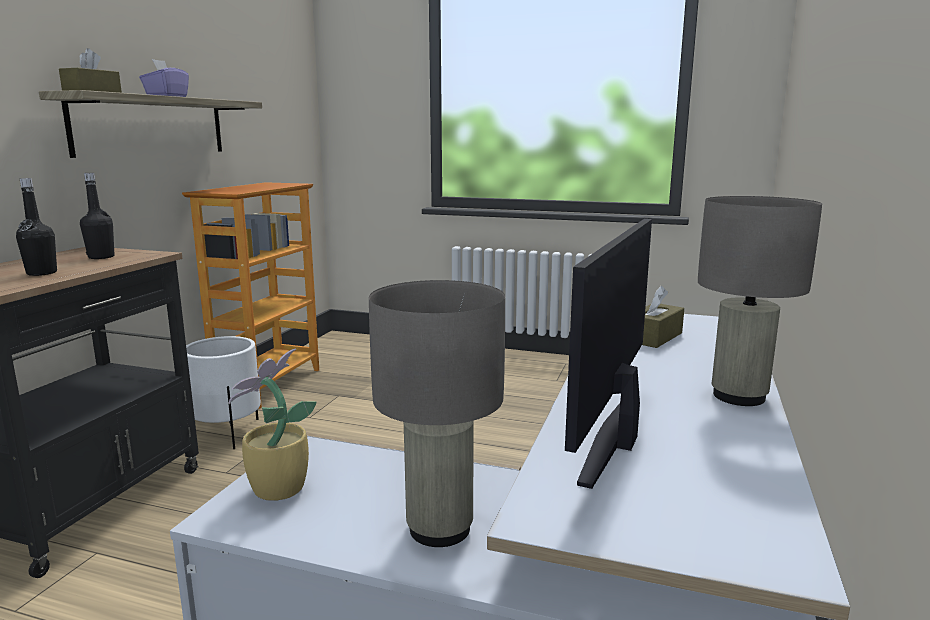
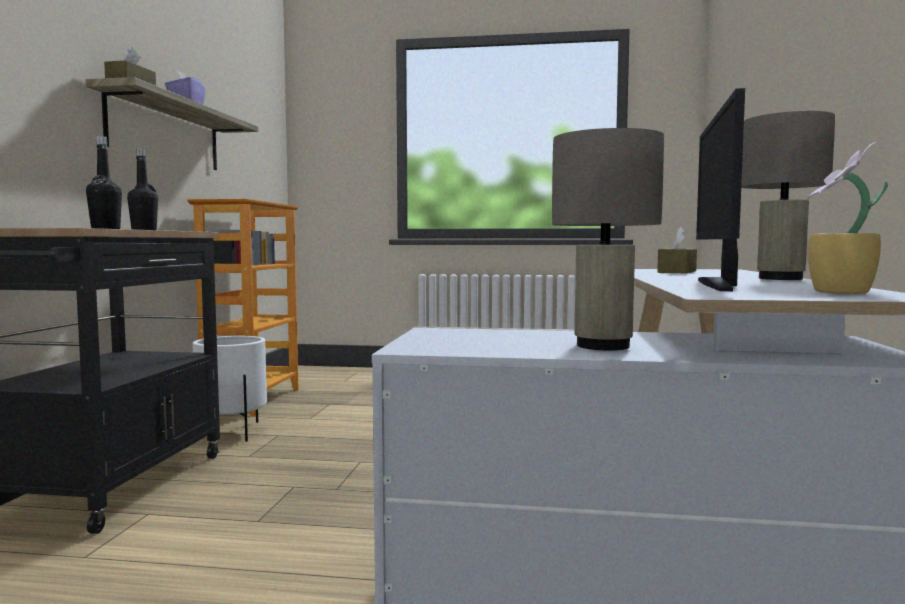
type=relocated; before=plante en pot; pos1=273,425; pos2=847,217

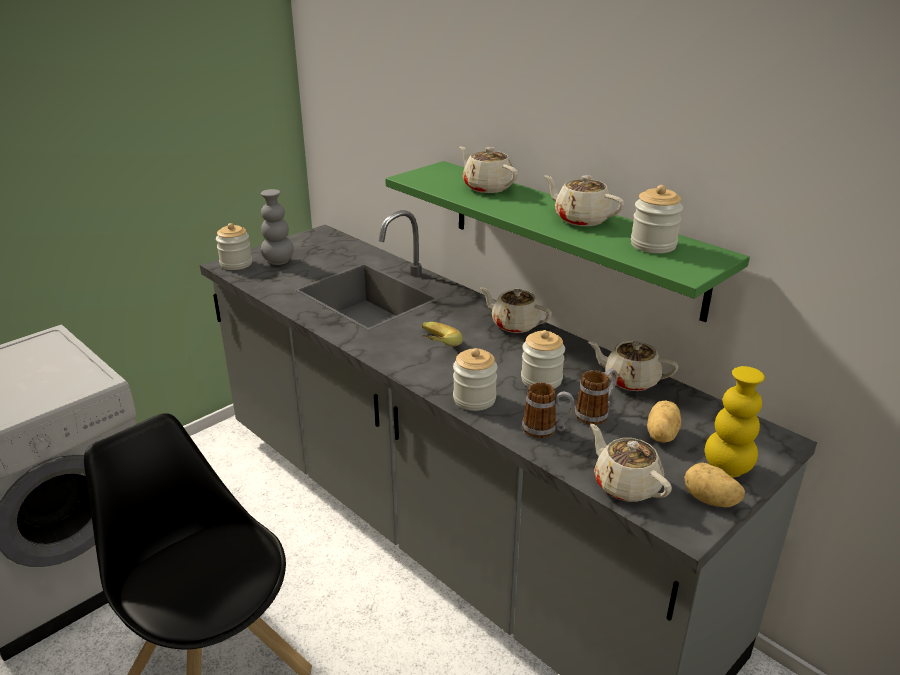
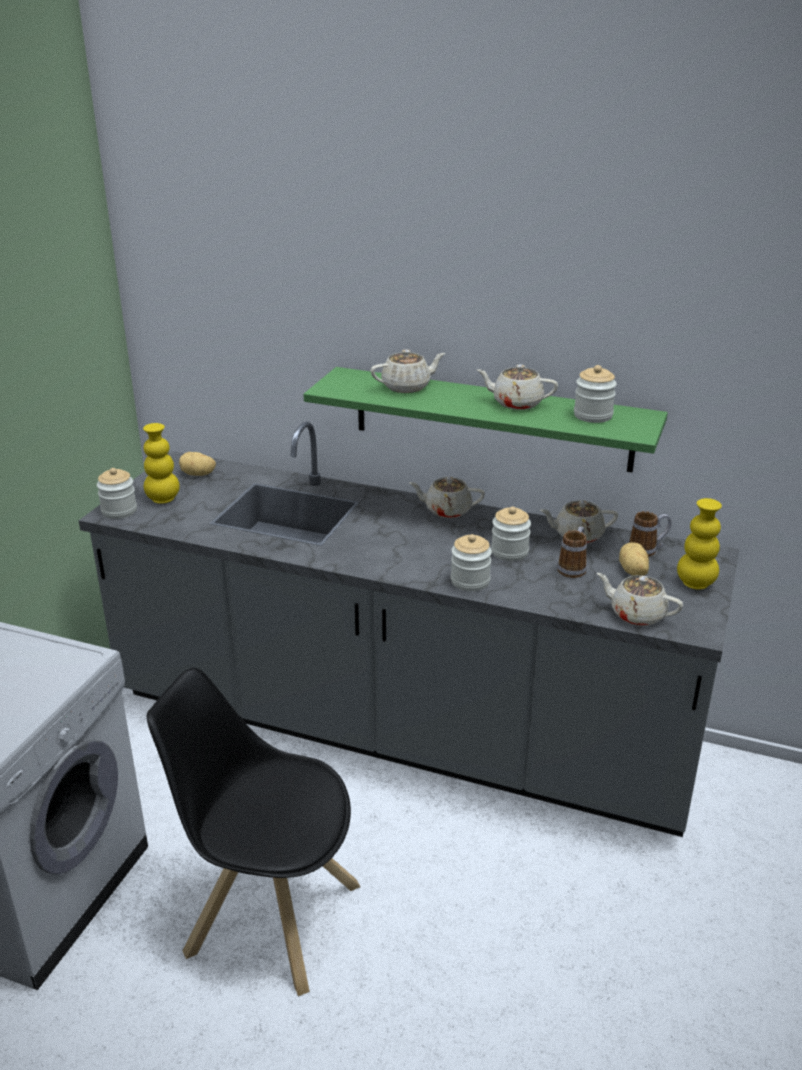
type=colour; before=vase [gris]; after=vase [jaune]; pos1=277,227; pos2=161,463
type=missing; before=banane; pos1=442,334
type=spun; before=théière [beige]; pos1=488,169; pos2=407,371; turn=135
type=relocated; before=mug; pos1=548,410; pos2=650,534
type=relocated; before=pomme de terre; pos1=714,485; pos2=197,464

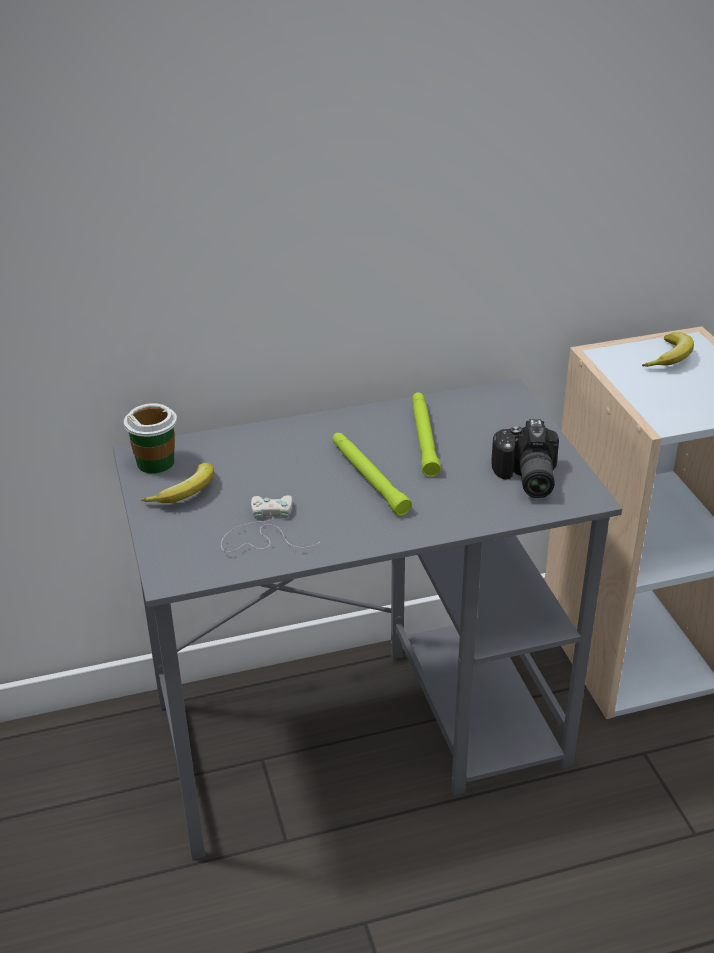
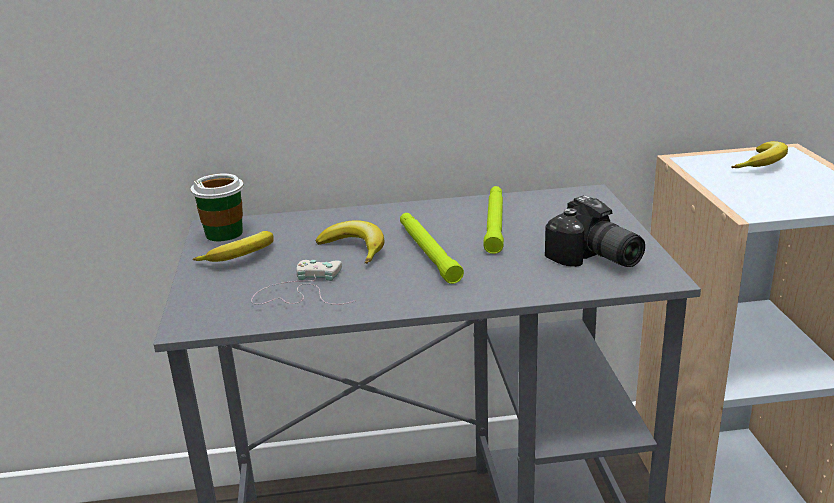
type=spun; before=appareil photo; pos1=525,458; pos2=595,231; turn=-45
type=appeared; after=banane; pos2=350,242

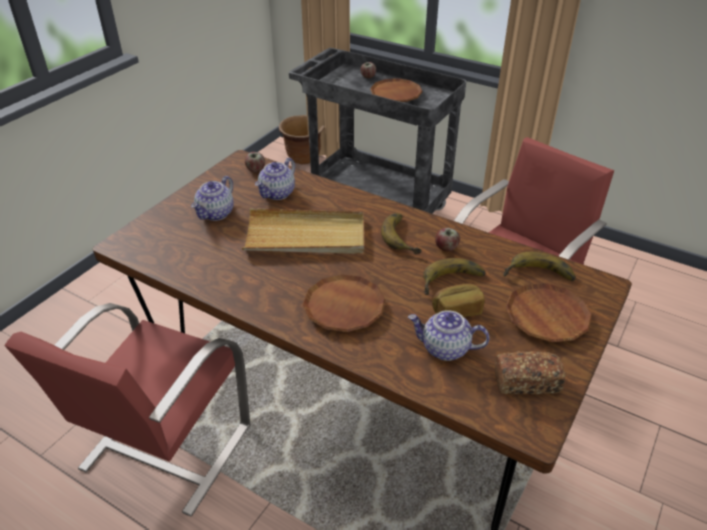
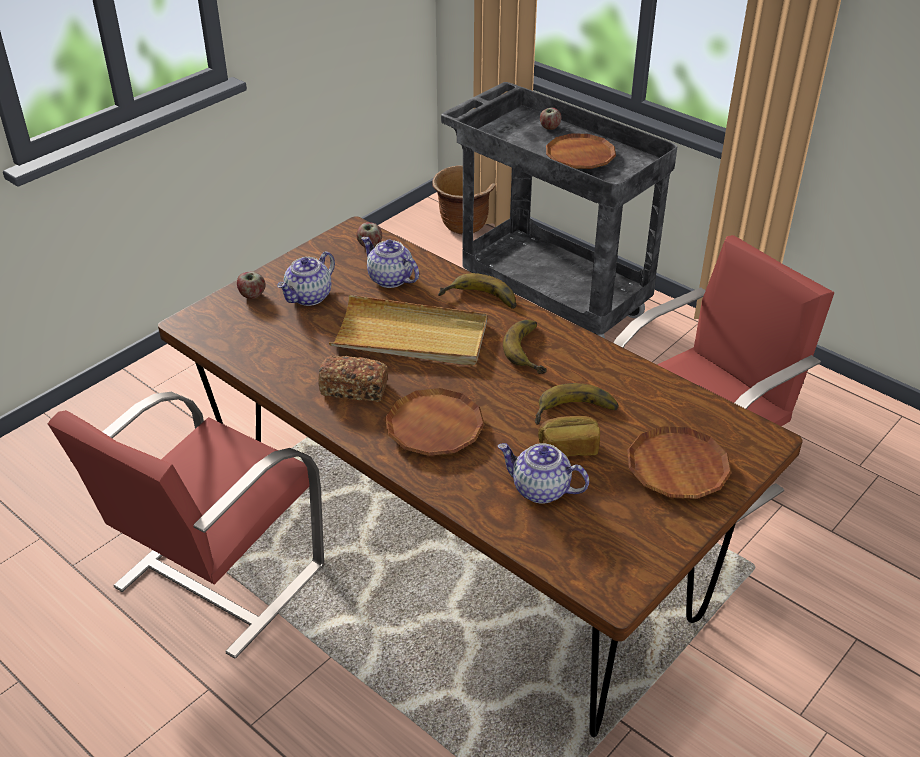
type=spun; before=théière; pos1=275,179; pos2=390,262; turn=90
type=relocated; before=pomme; pos1=447,239; pos2=251,285
type=relocated; before=pain; pos1=530,372; pos2=353,379
type=relocated; before=banane; pos1=539,266; pos2=477,291

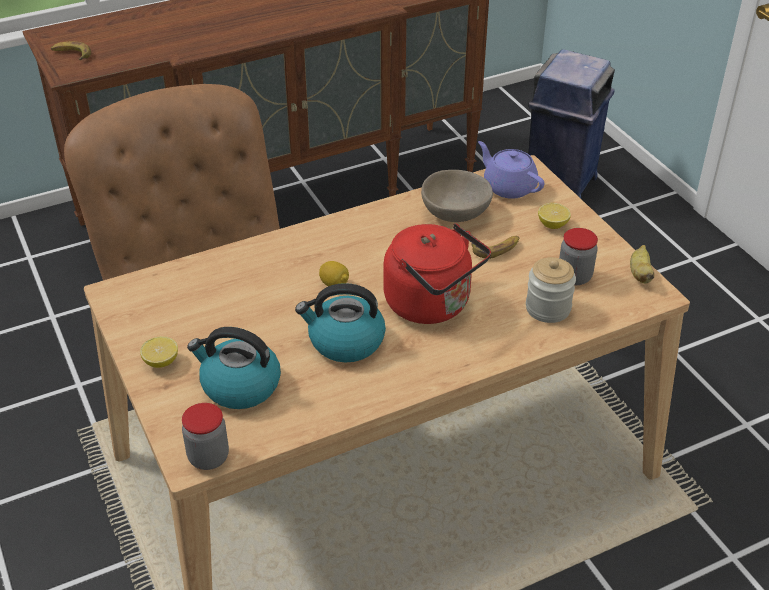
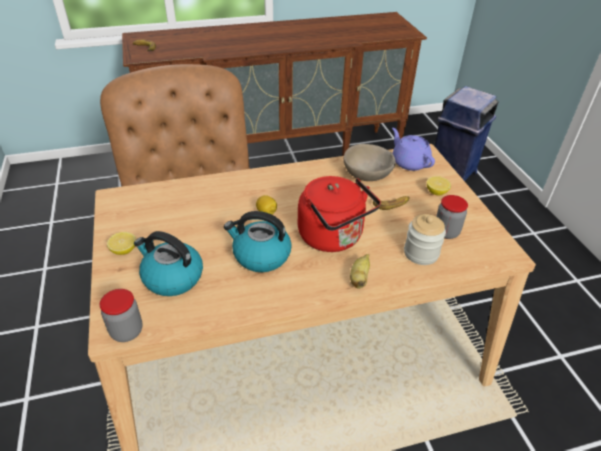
type=relocated; before=banane; pos1=642,264; pos2=360,271

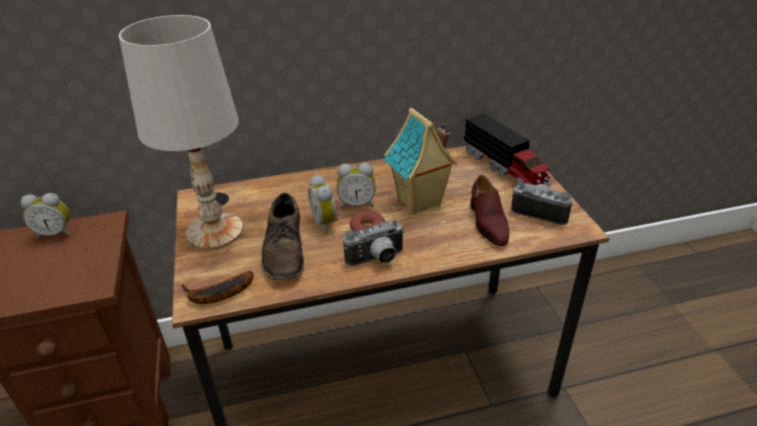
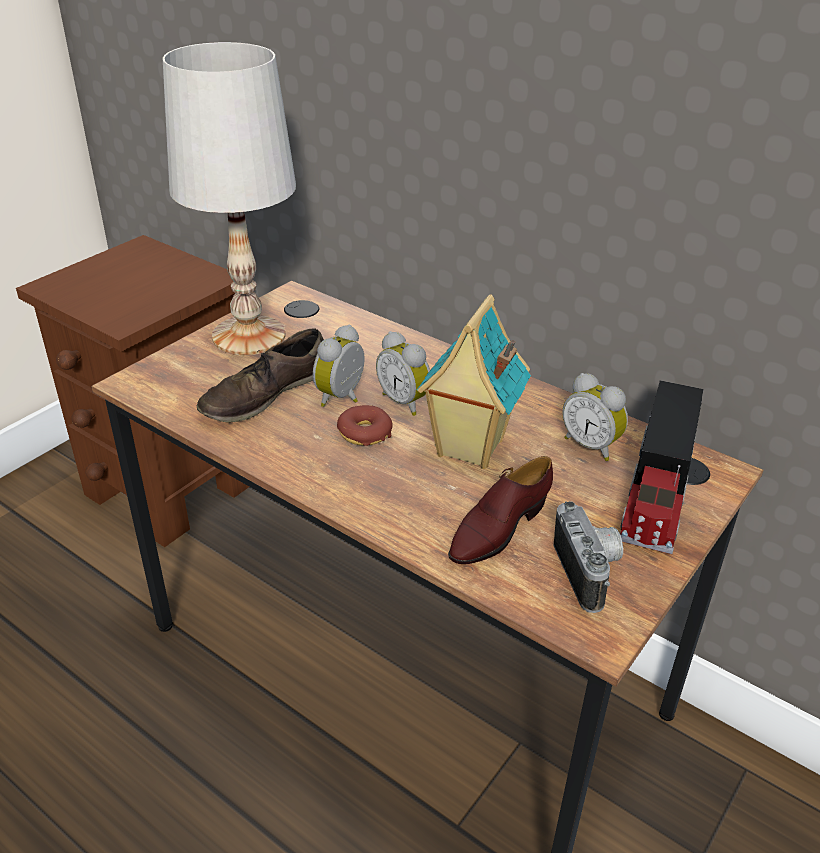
type=relocated; before=réveil; pos1=46,216; pos2=595,417
type=missing; before=banane; pos1=218,287
type=missing; before=appareil photo; pos1=374,243

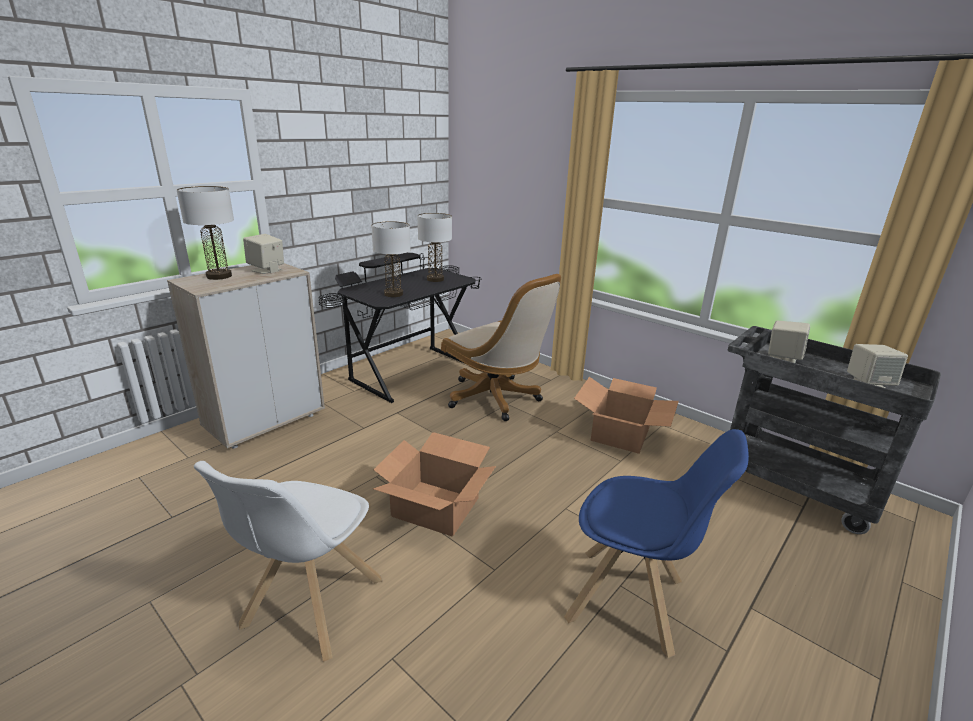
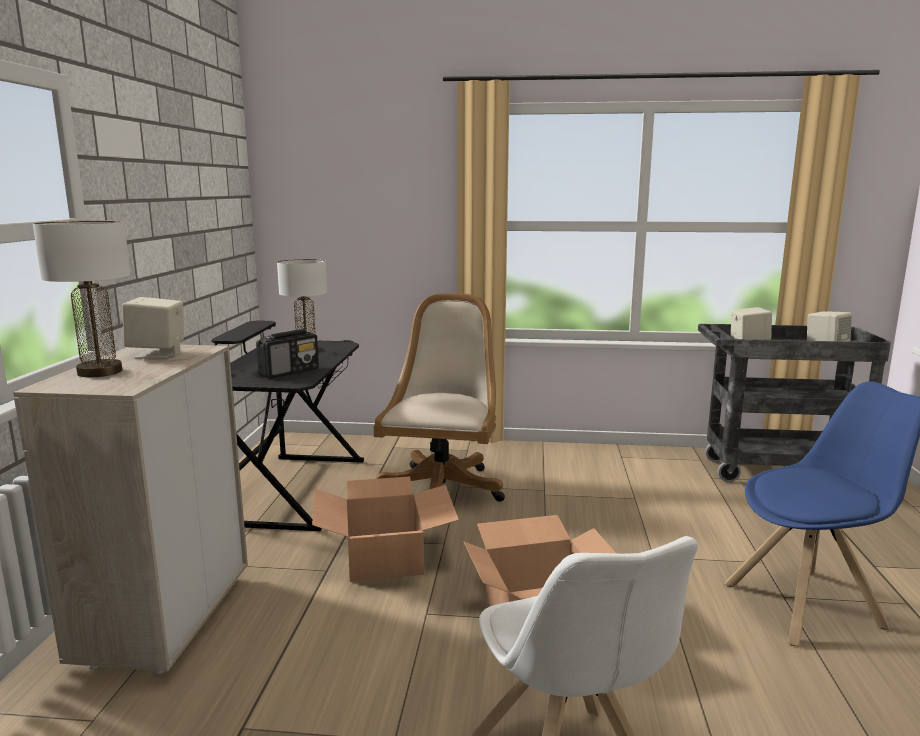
type=exchanged; before=lampe de table; after=radio; pos1=390,259; pos2=287,354
type=spun; before=chaise de bureau; pos1=501,347; pos2=439,397; turn=-90
type=relocated; before=carton; pos1=626,415; pos2=385,529

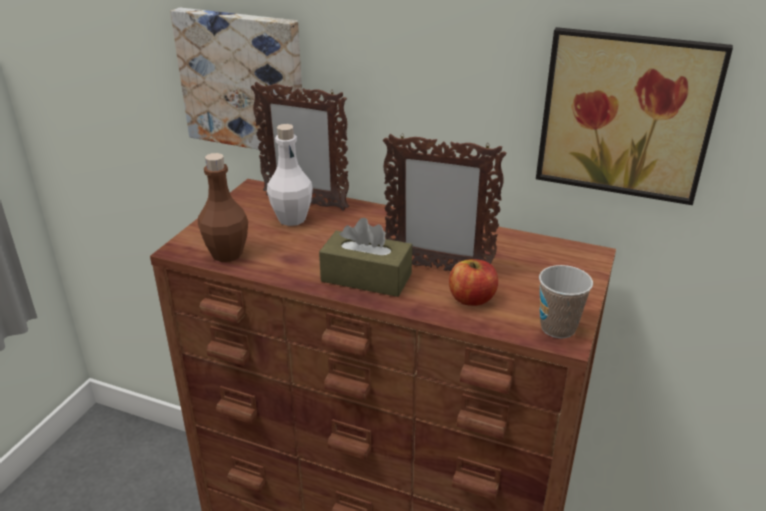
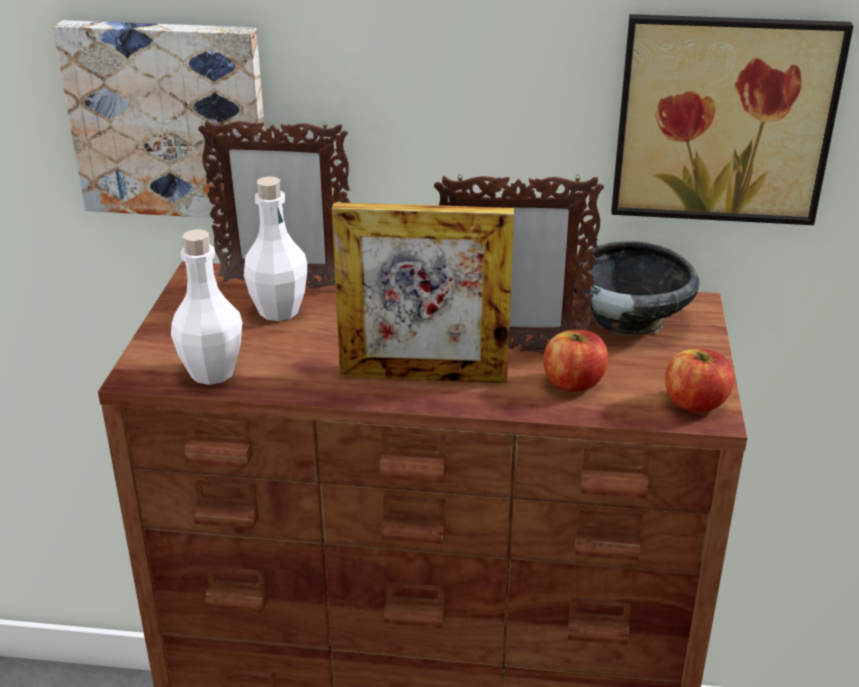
type=colour; before=bouteille [marron]; after=bouteille [blanc]; pos1=223,207; pos2=207,307
type=exchanged; before=boîte à mouchoirs [marron]; after=cadre photo; pos1=365,257; pos2=423,292
type=exchanged; before=tasse; after=pomme; pos1=566,301; pos2=699,380
type=appeared; after=bol [noir]; pos2=637,288

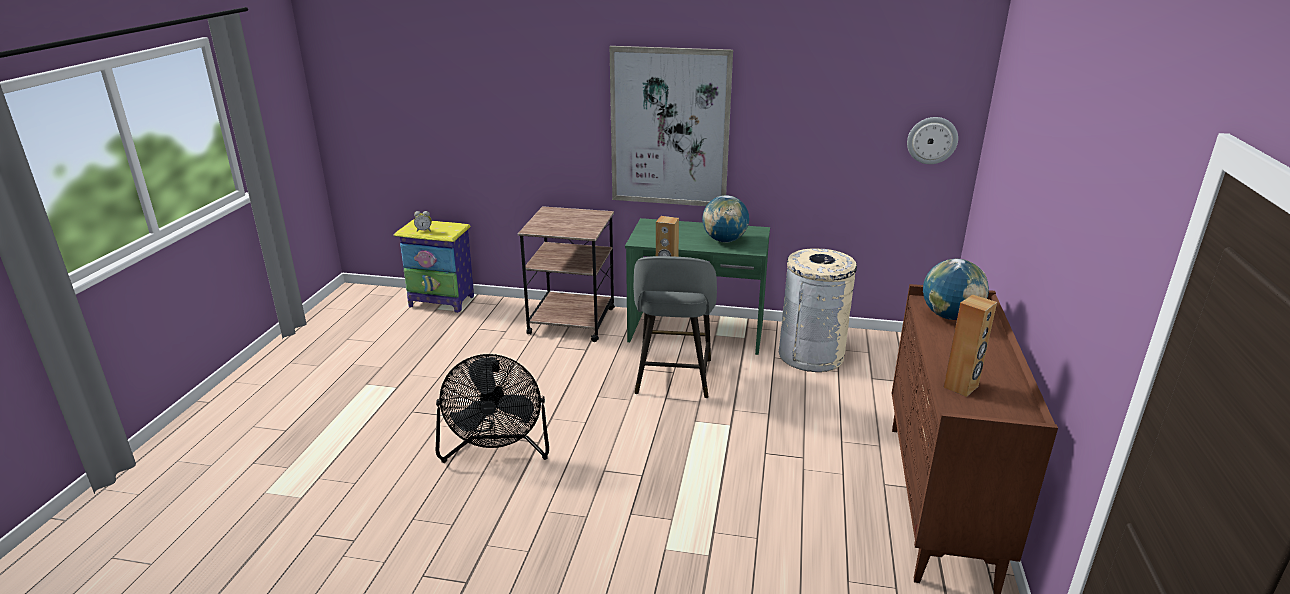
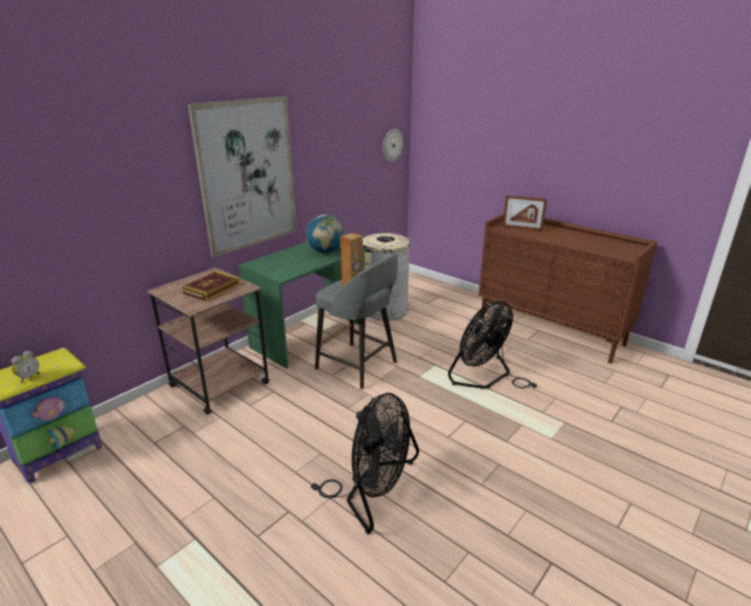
type=exchanged; before=globe; after=cadre photo; pos1=956,289; pos2=524,213
type=missing; before=enceinte [marron]; pos1=970,345
type=appeared; after=livre; pos2=211,286
type=appeared; after=ventilateur [noir]; pos2=492,345

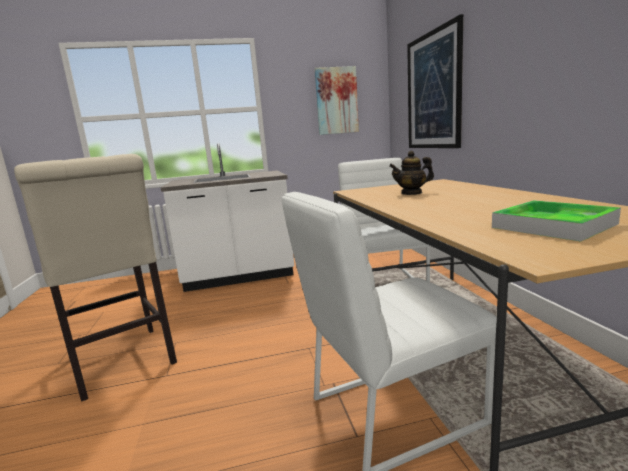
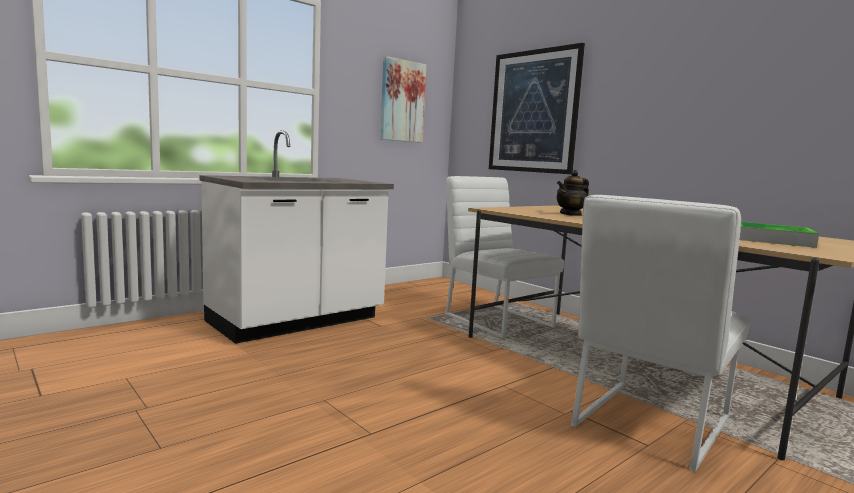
type=missing; before=tabouret [beige]; pos1=95,278

